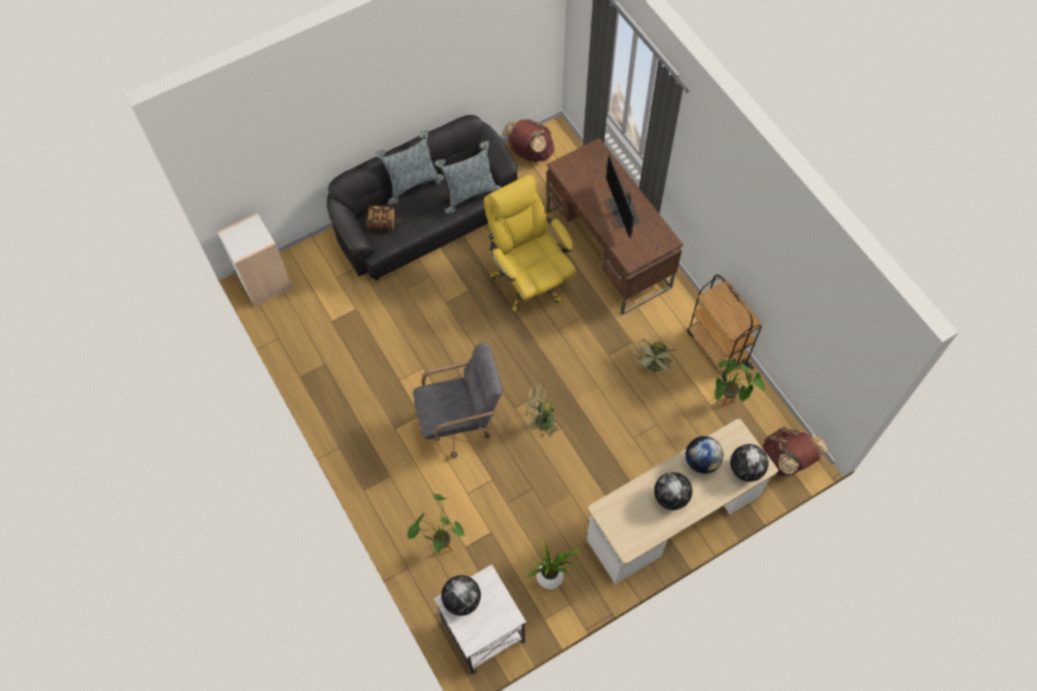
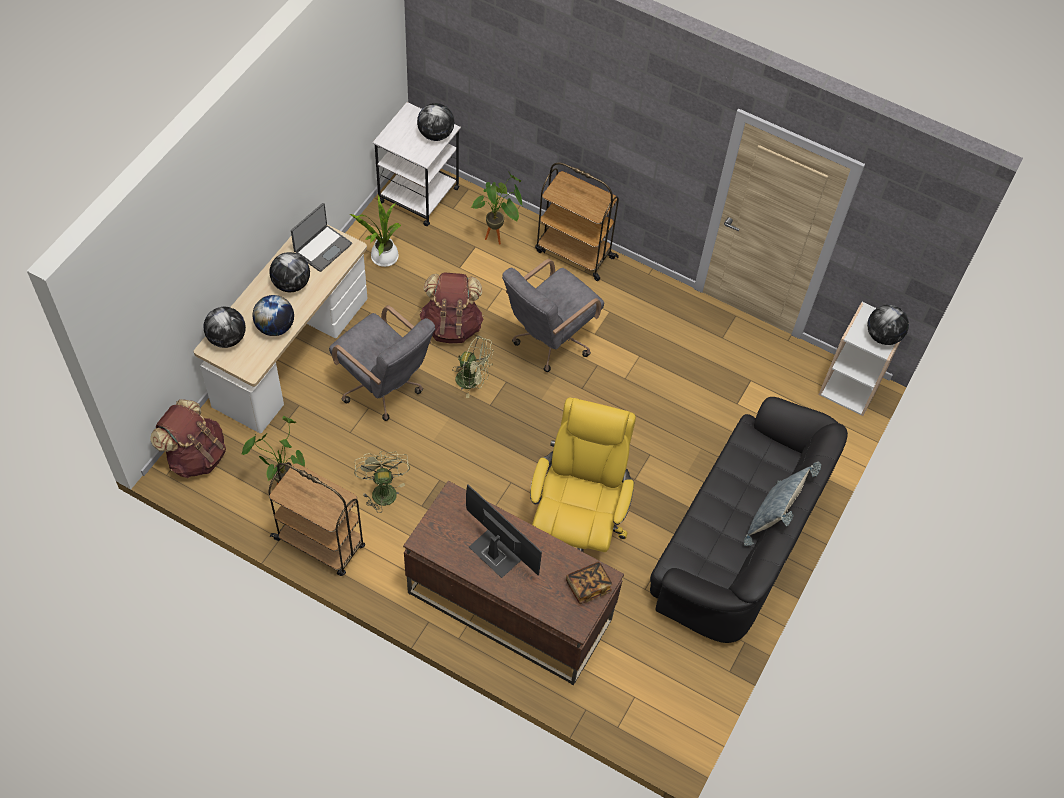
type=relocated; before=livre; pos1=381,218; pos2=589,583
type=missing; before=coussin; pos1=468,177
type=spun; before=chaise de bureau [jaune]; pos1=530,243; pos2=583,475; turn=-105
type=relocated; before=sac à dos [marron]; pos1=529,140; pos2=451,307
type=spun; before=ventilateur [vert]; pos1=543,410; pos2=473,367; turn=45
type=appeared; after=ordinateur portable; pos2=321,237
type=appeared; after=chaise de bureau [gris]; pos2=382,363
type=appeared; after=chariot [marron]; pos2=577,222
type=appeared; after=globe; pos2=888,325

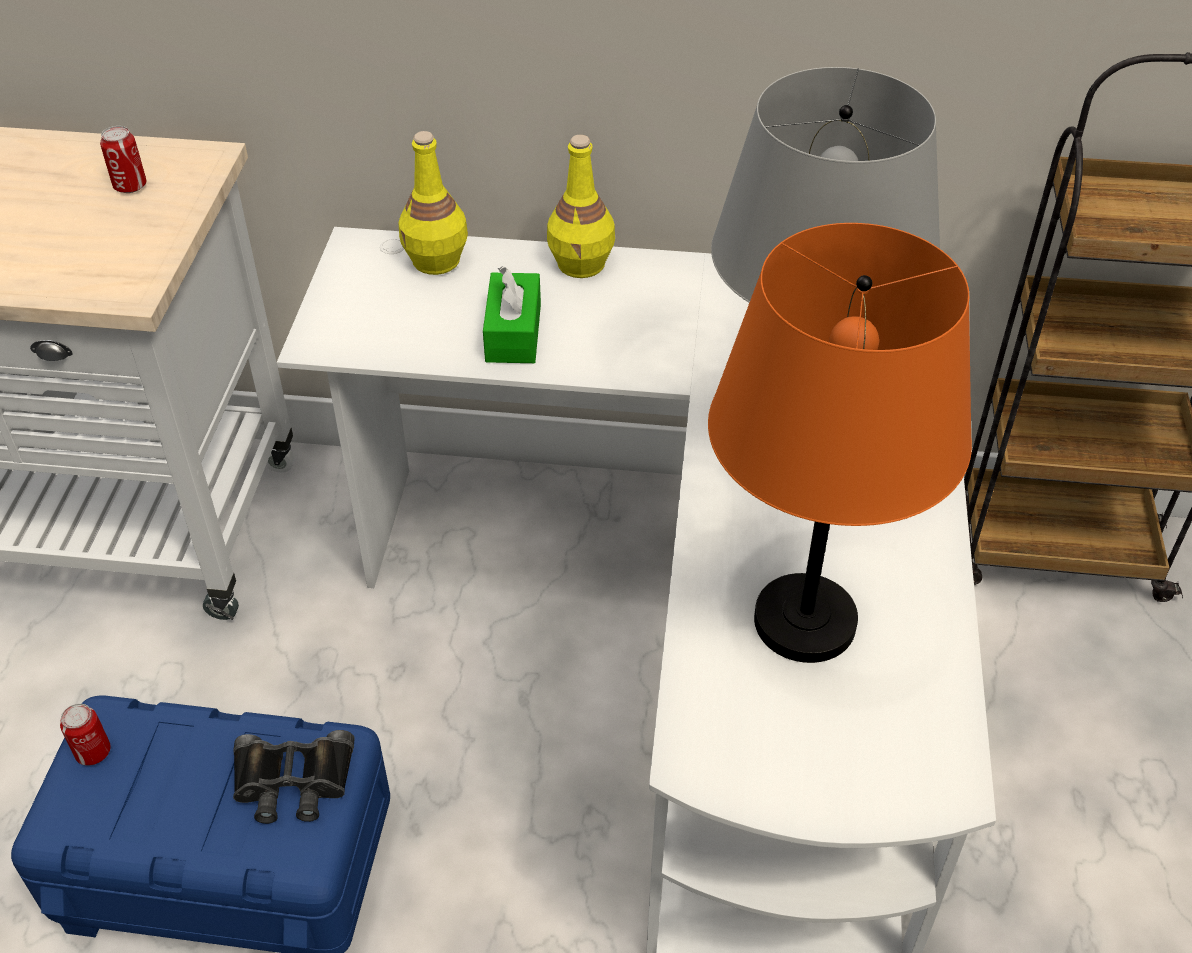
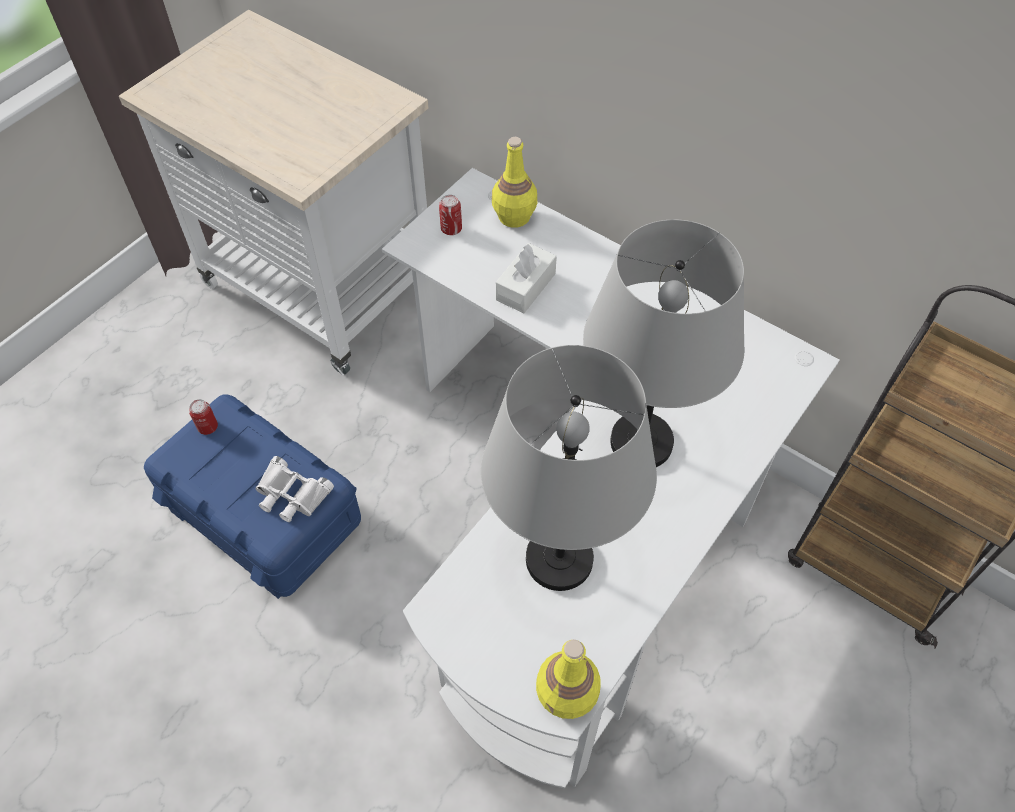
type=relocated; before=boîte métallique; pos1=123,159; pos2=450,214
type=colour; before=jumelles [noir]; after=jumelles [blanc]; pos1=294,777; pos2=294,489
type=colour; before=boîte à mouchoirs [vert]; after=boîte à mouchoirs [blanc]; pos1=512,314; pos2=526,278
type=relocated; before=bouteille [jaune]; pos1=581,206; pos2=568,679
type=colour; before=lampe de table [orange]; after=lampe de table [gris]; pos1=840,443; pos2=569,468

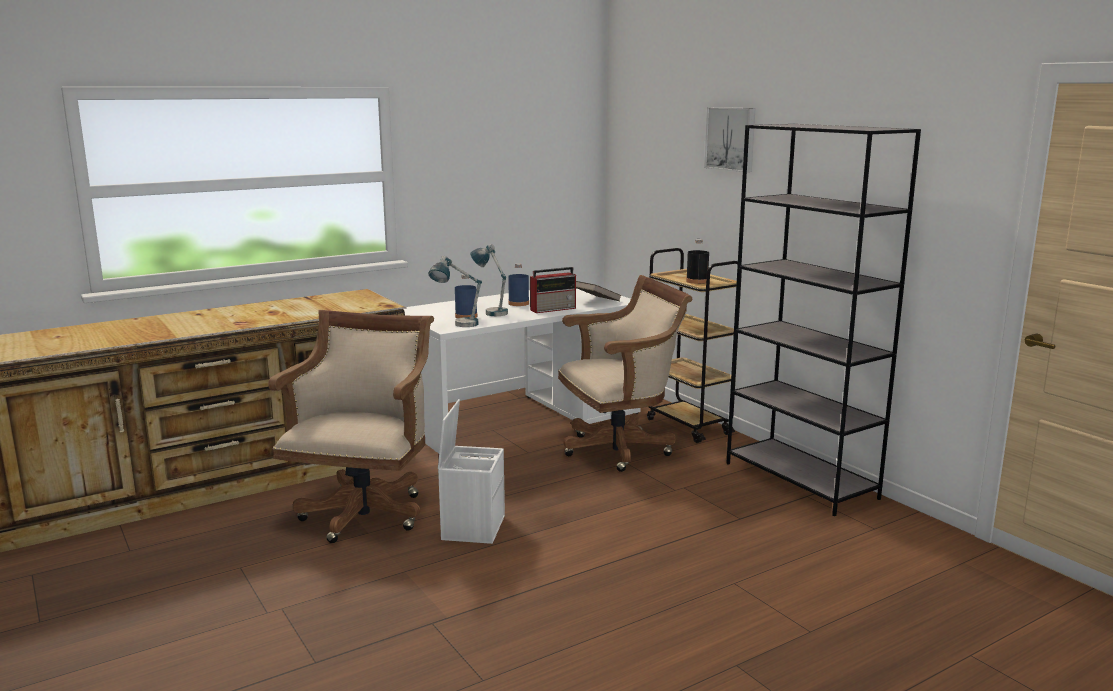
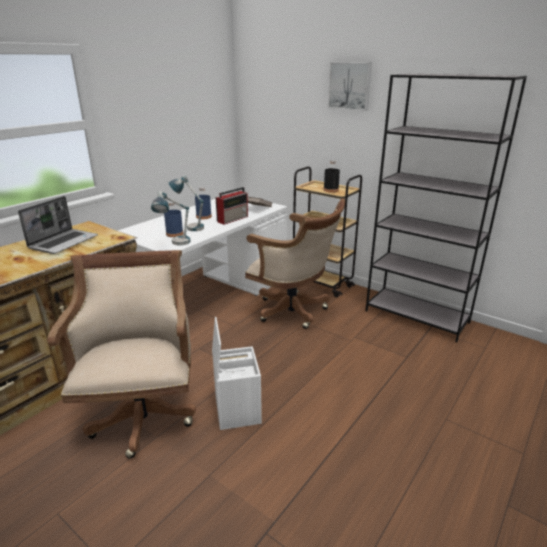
type=spun; before=chaise de bureau; pos1=625,373; pos2=295,263; turn=75
type=appeared; after=ordinateur portable; pos2=58,225

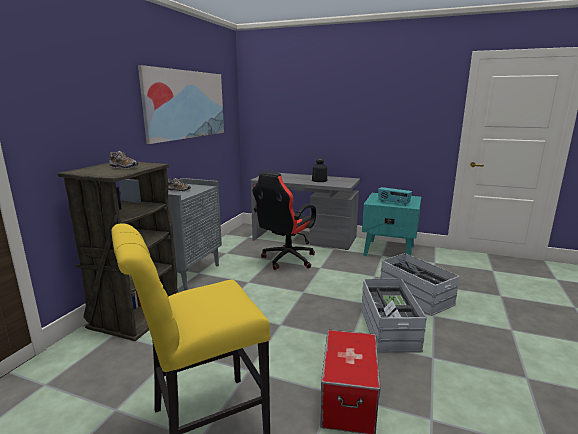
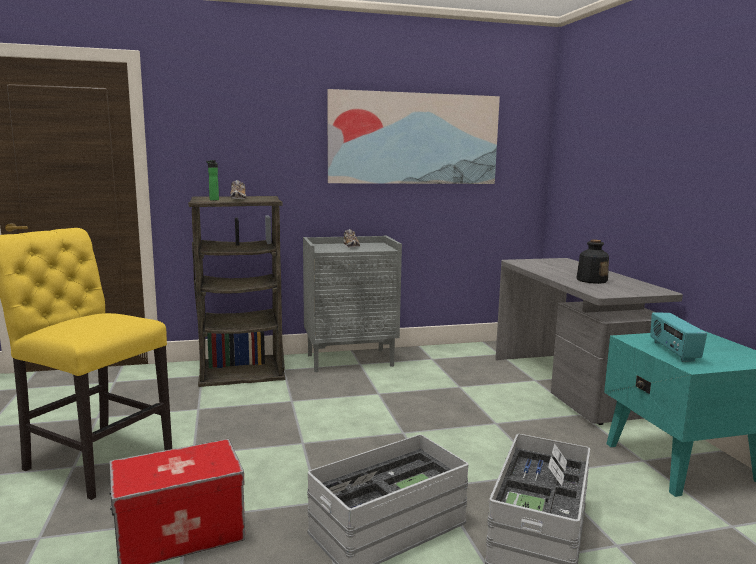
type=missing; before=chaise de bureau [noir]; pos1=284,220
type=appeared; after=bouteille; pos2=212,180

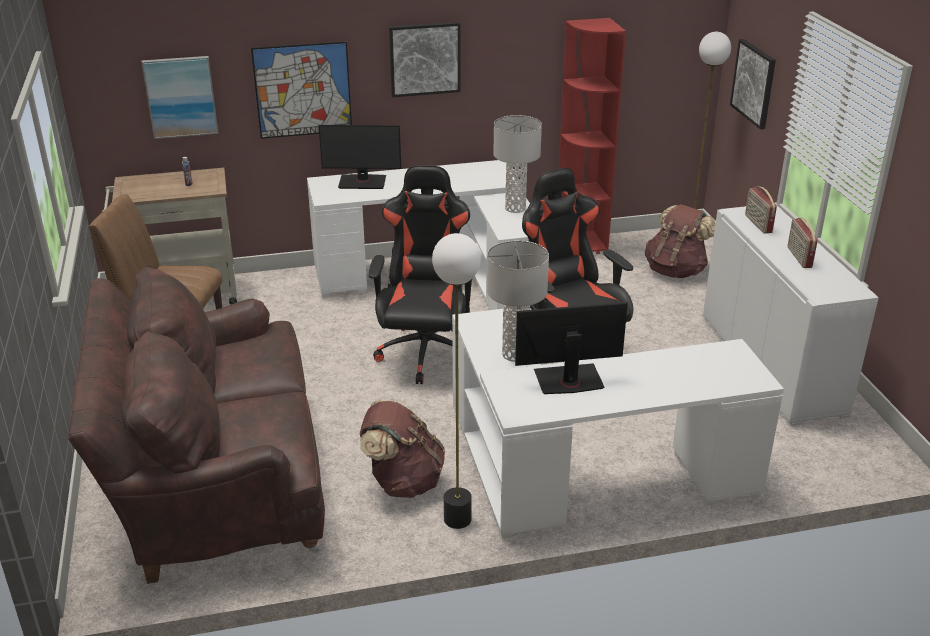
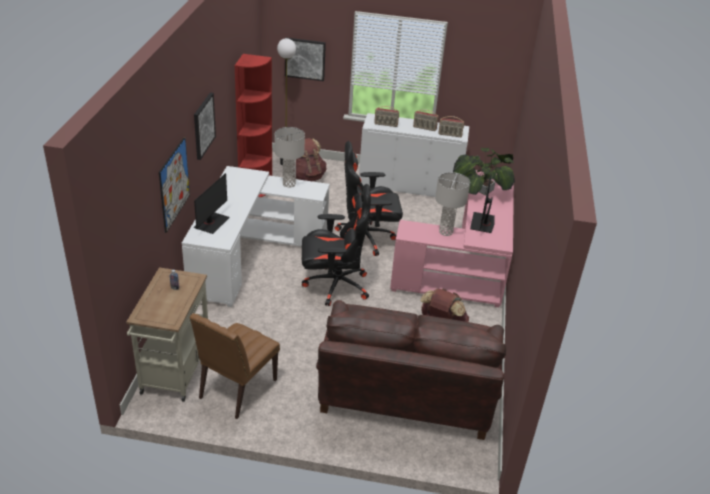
type=missing; before=tableau; pos1=179,97
type=spun; before=chaise de bureau [noir]; pos1=421,274; pos2=336,245; turn=150
type=missing; before=lampadaire; pos1=456,381
type=colour; before=bureau [blanc]; after=bureau [rose]; pos1=618,424; pos2=452,239
type=appeared; after=radio; pos2=451,126
type=appeared; after=plante en pot; pos2=484,171

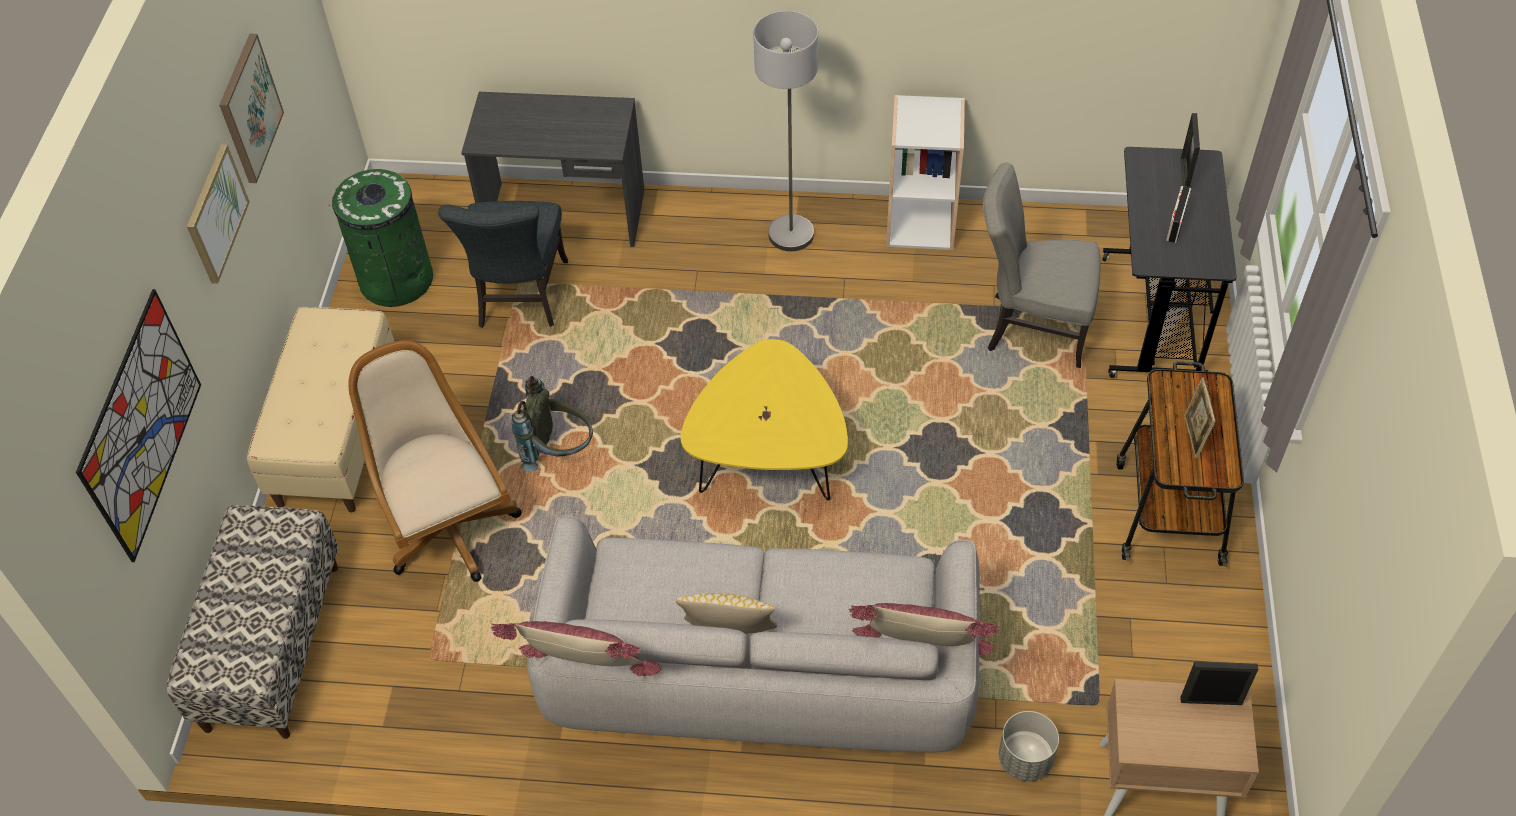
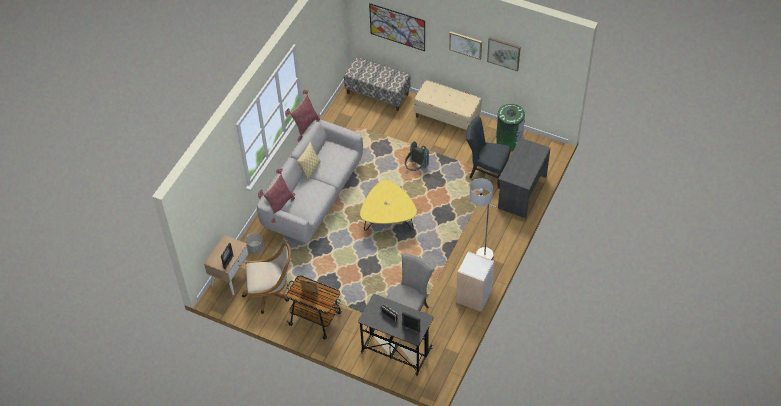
type=relocated; before=chaise de bureau; pos1=435,461; pos2=266,278

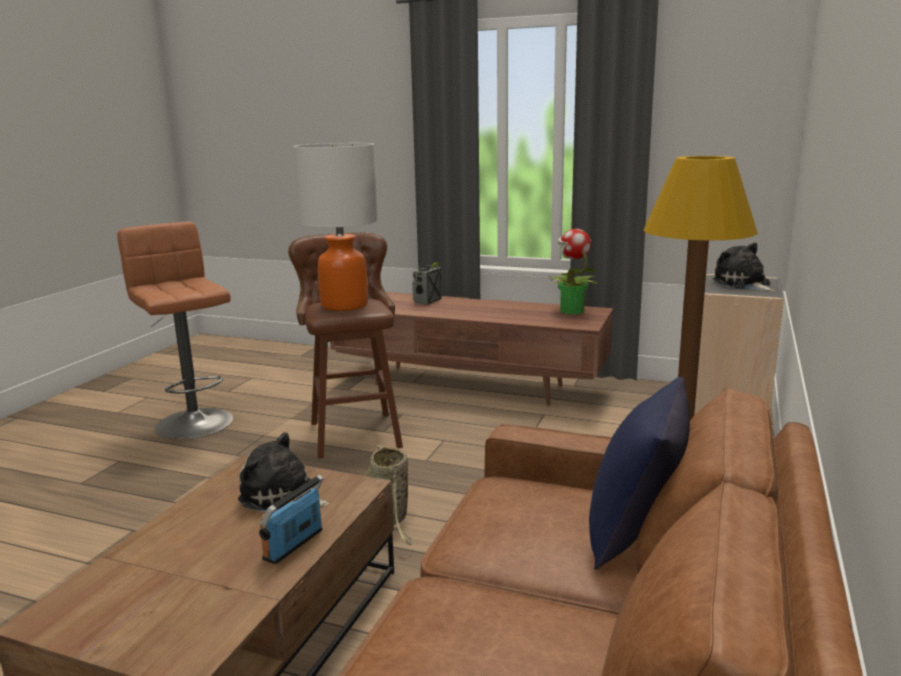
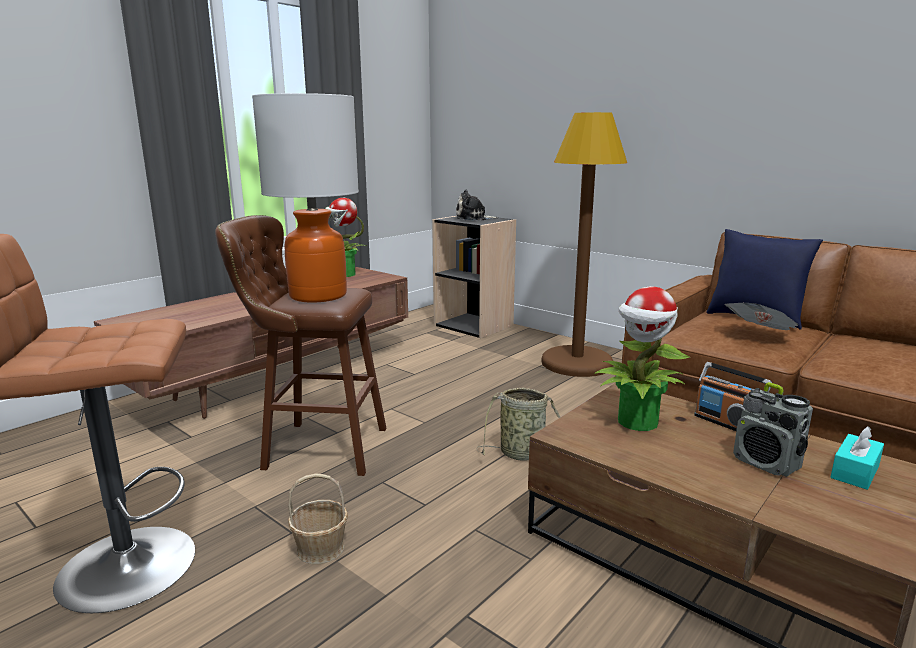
type=exchanged; before=peluche; after=plante en pot; pos1=283,472; pos2=642,358
type=relocated; before=radio; pos1=427,283; pos2=773,429
type=appeared; after=panier; pos2=318,518
type=appeared; after=journal; pos2=761,316
type=appeared; after=boîte à mouchoirs [turquoise]; pos2=857,458

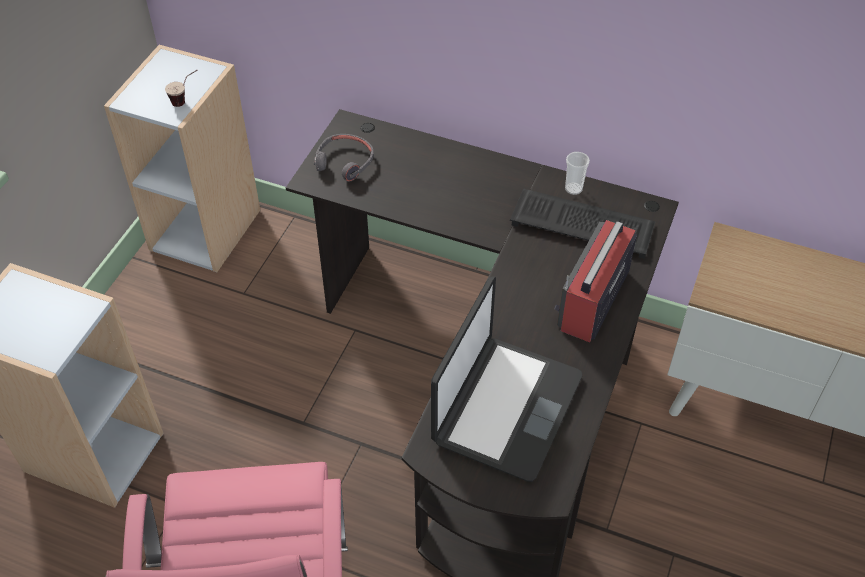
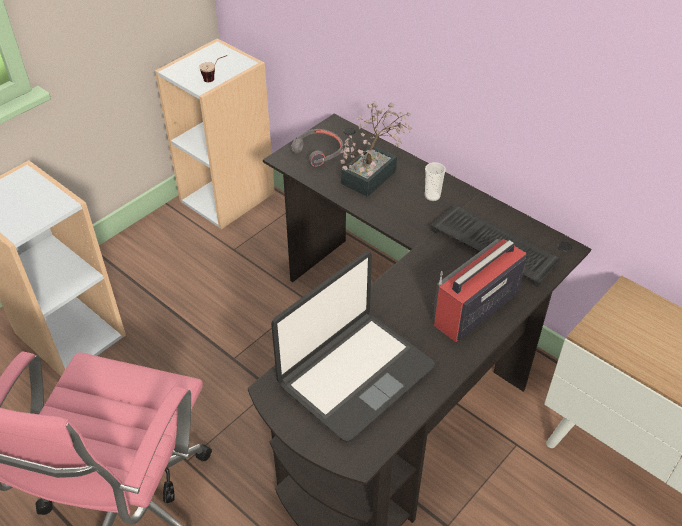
type=relocated; before=tasse; pos1=577,173; pos2=435,181
type=appeared; after=plante en pot; pos2=376,149

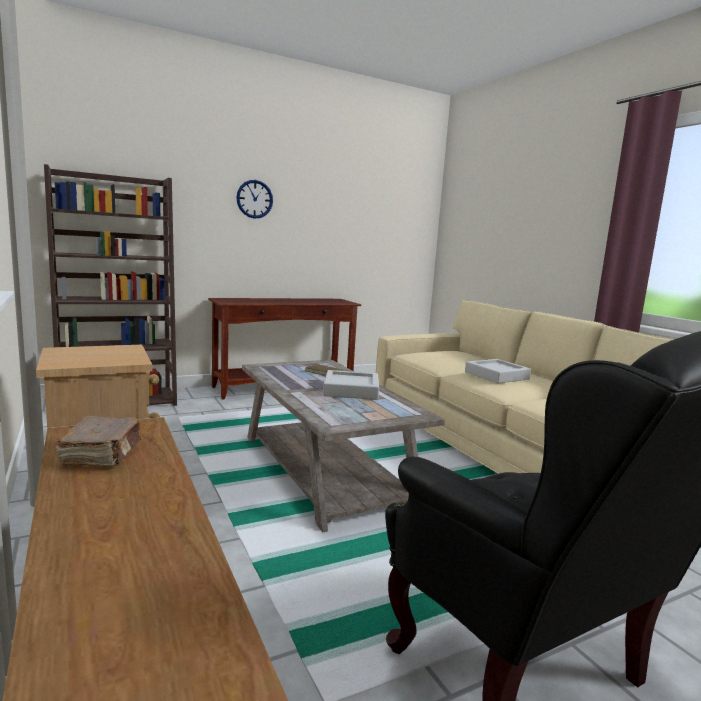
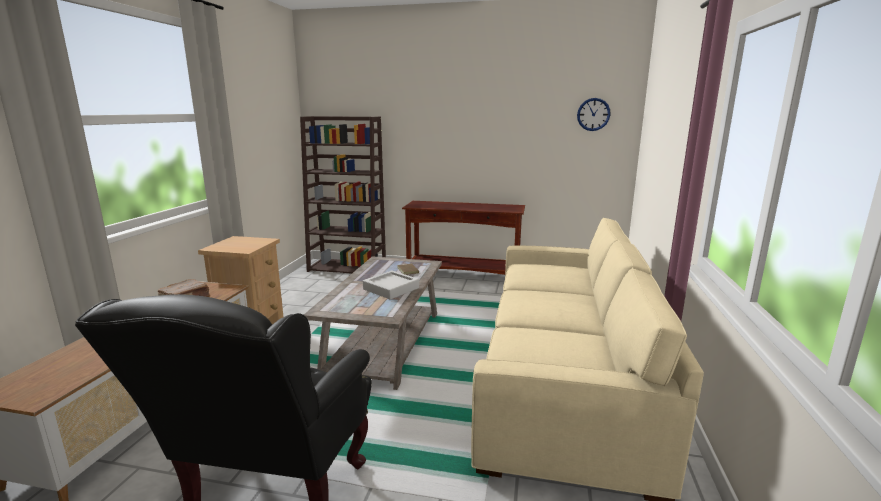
type=relocated; before=horloge murale; pos1=254,199; pos2=594,114
type=missing; before=plateau [gris]; pos1=498,371

